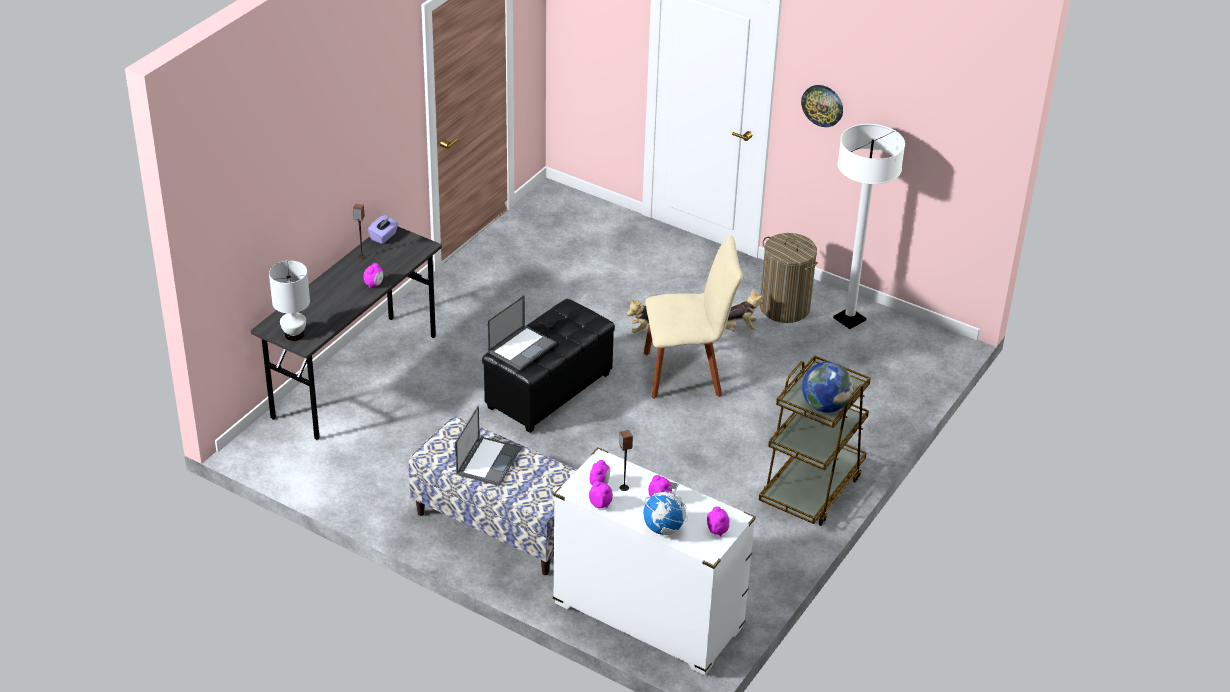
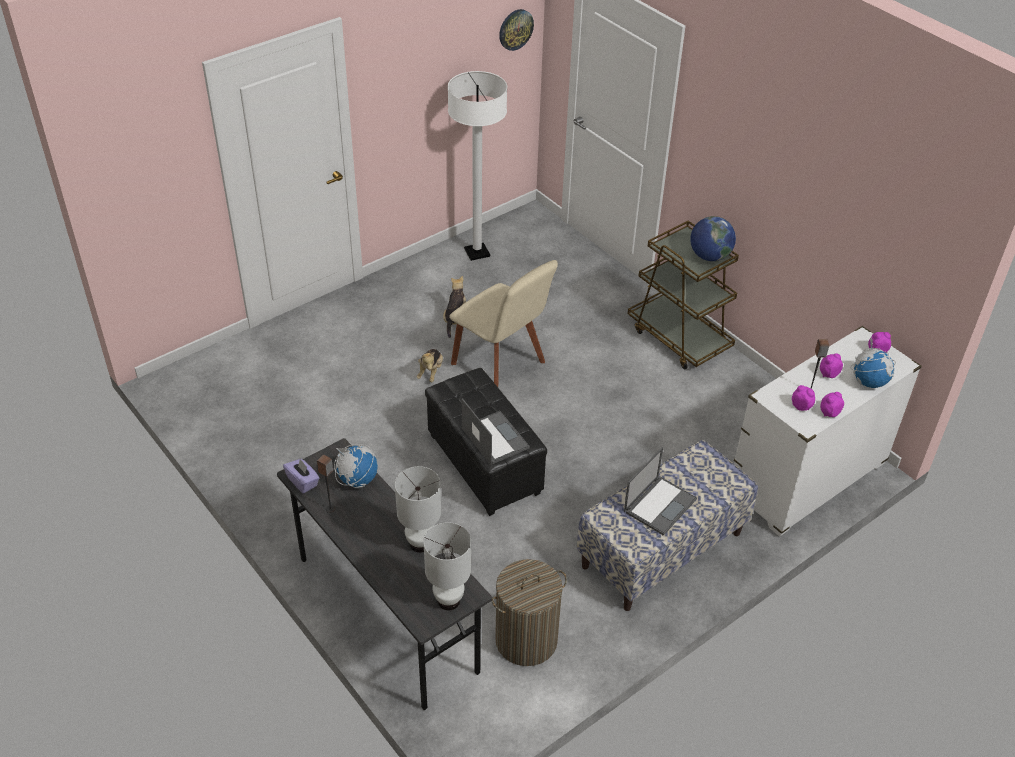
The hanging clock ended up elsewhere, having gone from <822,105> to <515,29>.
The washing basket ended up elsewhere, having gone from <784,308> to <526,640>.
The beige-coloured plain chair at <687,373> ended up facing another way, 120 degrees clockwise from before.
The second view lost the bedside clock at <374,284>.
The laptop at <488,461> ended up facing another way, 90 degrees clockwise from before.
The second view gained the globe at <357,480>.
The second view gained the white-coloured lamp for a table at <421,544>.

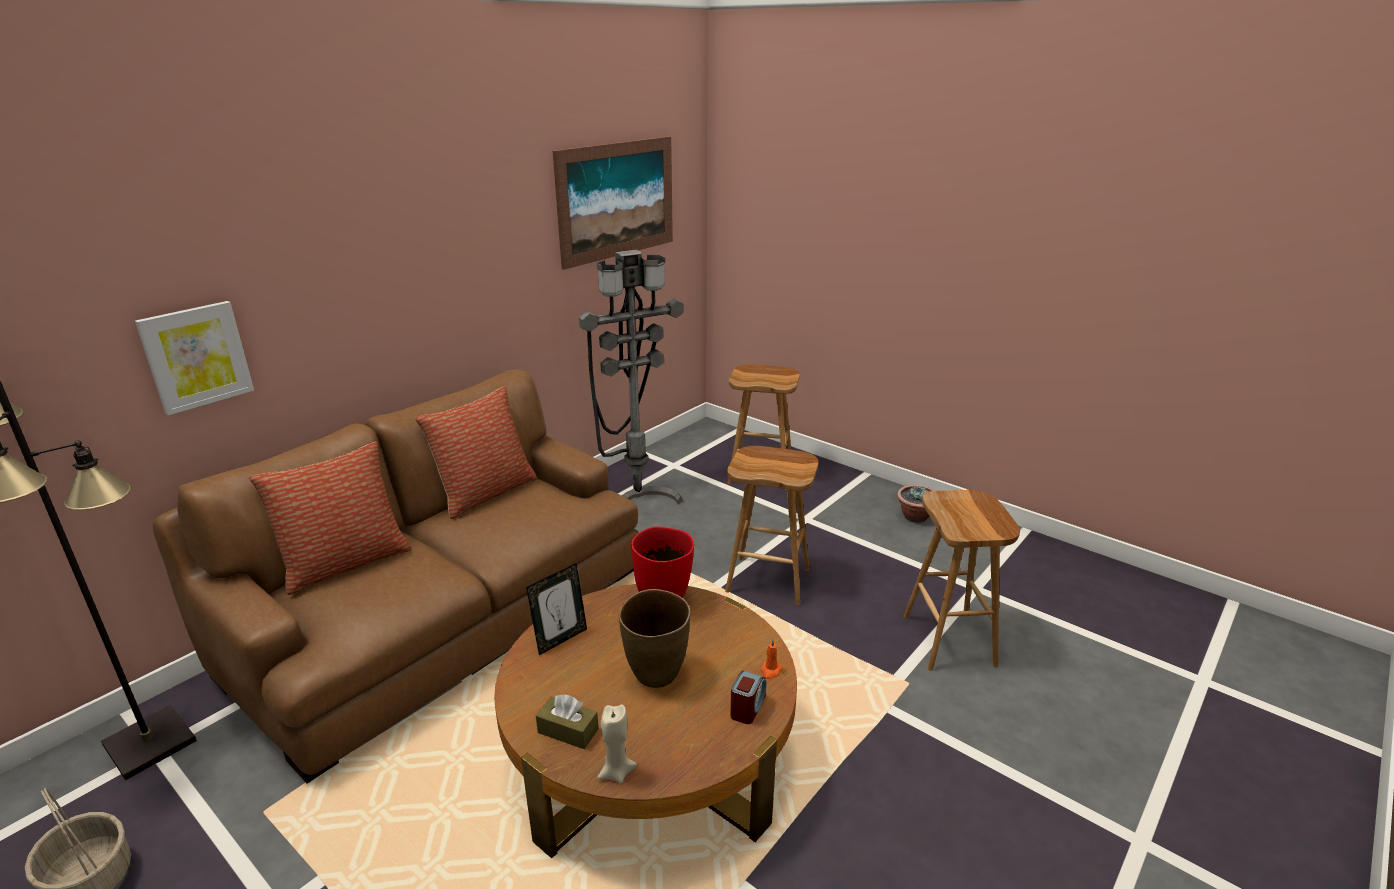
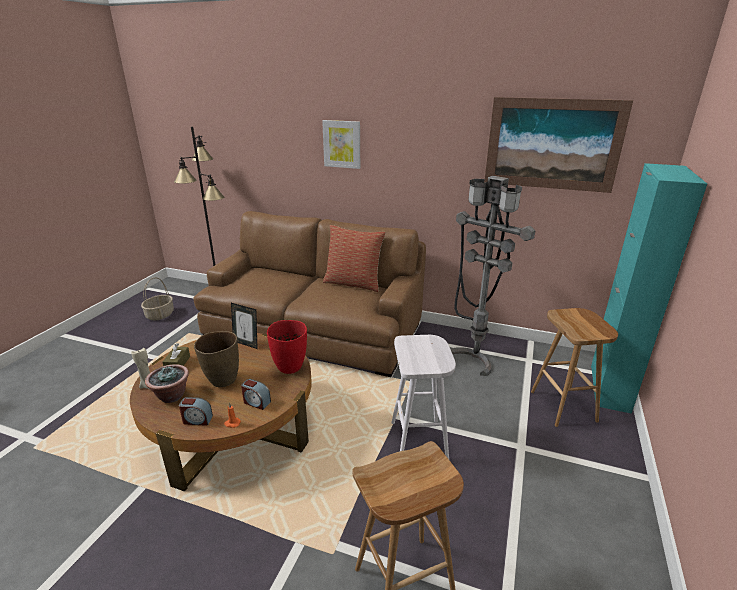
The wall art ended up elsewhere, having gone from <196,356> to <342,144>.
The second view lost the pillow at <345,562>.
What was the brownish stool seat at <769,580> turned into the white-coloured stool seat at <419,442>.
The potted plant ended up elsewhere, having gone from <915,517> to <171,396>.
The second view gained the blue-green cupboard at <609,388>.
The second view gained the bedside clock at <256,402>.

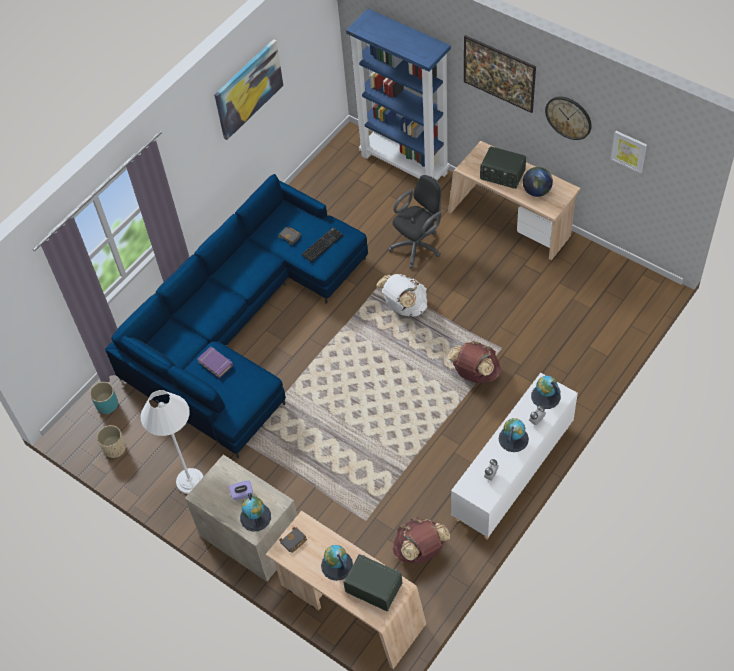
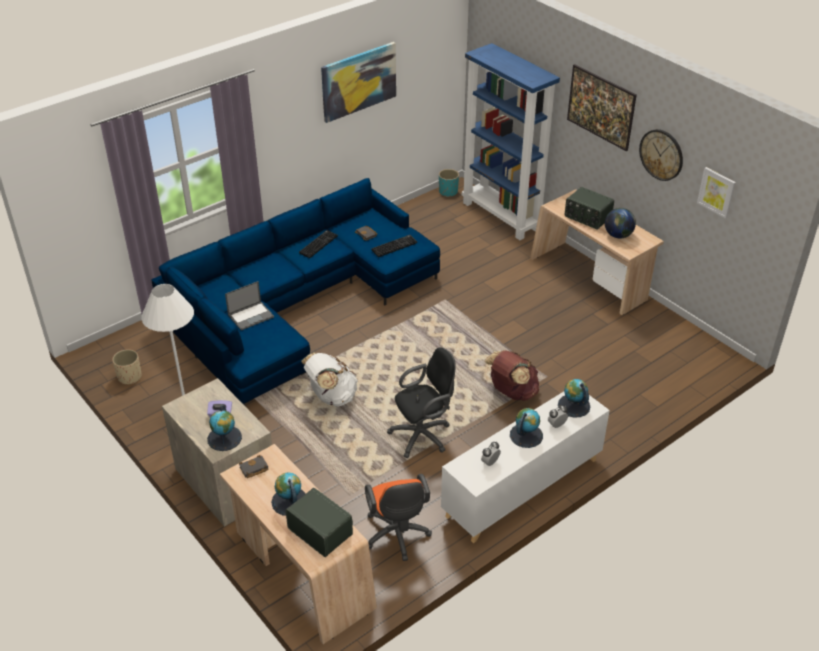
The black office chair ended up elsewhere, having gone from <418,245> to <423,435>.
The white-coloured rucksack ended up elsewhere, having gone from <404,307> to <331,397>.
Where the purple-coloured bound book stood at <215,363>, the laptop came to stand at <251,315>.
The blue-green plant pot ended up elsewhere, having gone from <107,404> to <448,192>.
Where the brownish rucksack stood at <420,550>, the orange office chair came to stand at <397,536>.
The second view gained the keyboard at <318,244>.

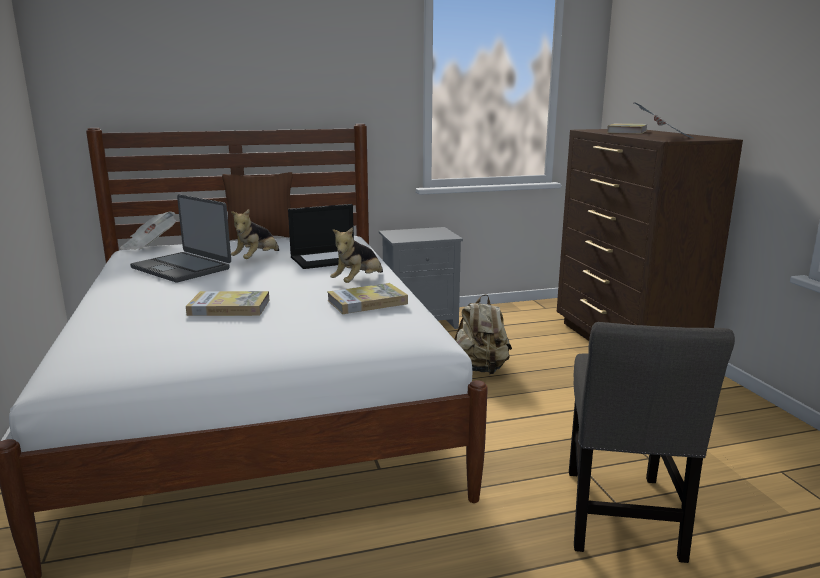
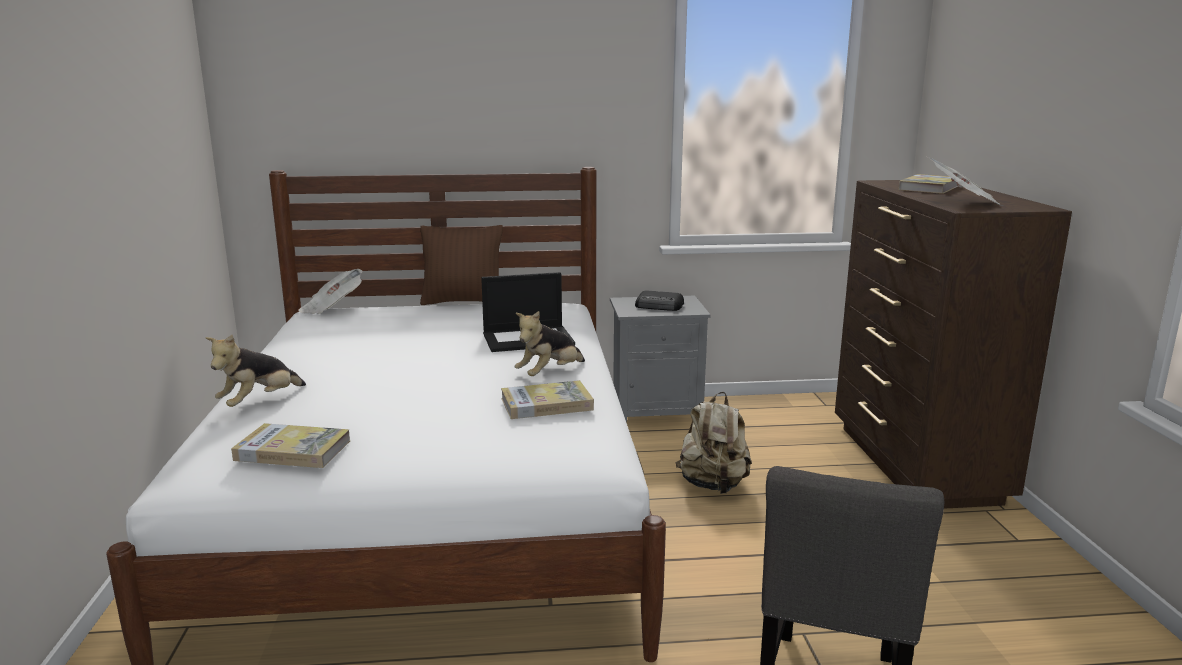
The second view lost the laptop at <182,268>.
The plush toy ended up elsewhere, having gone from <257,259> to <259,402>.
The bound book ended up elsewhere, having gone from <229,307> to <292,450>.
The second view gained the radio receiver at <660,306>.

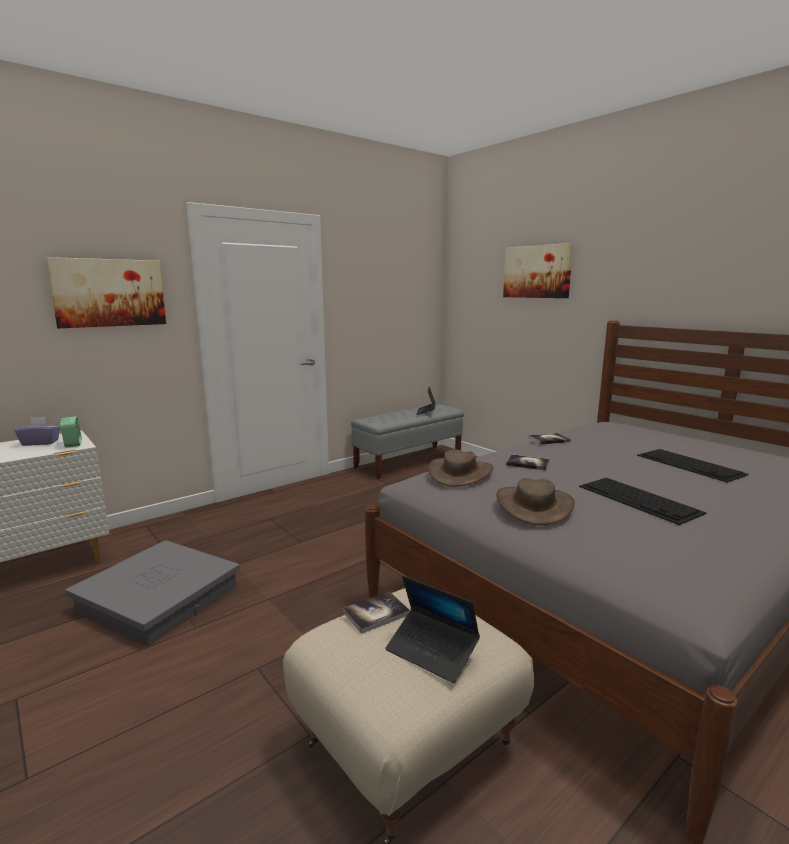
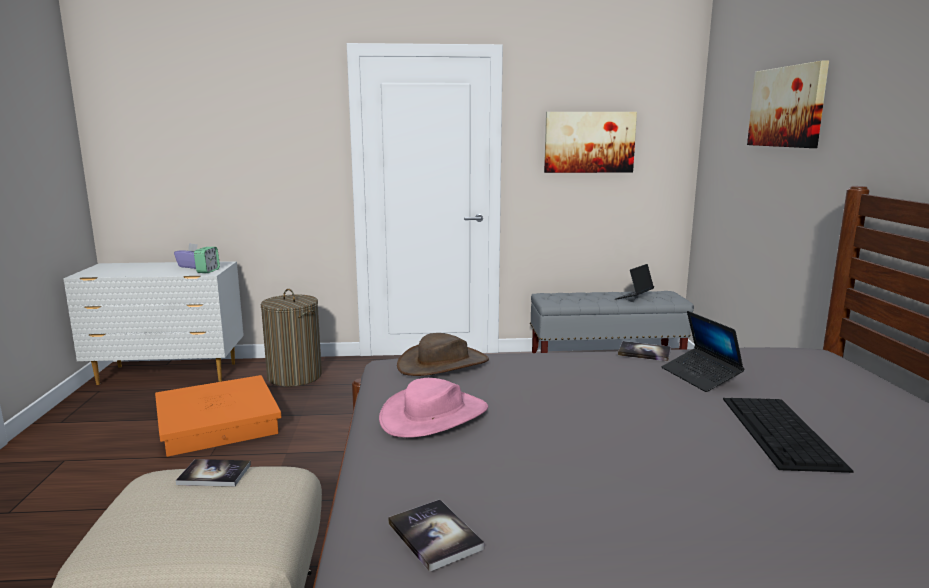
The wall art ended up elsewhere, having gone from <109,293> to <589,142>.
The bound book ended up elsewhere, having gone from <528,463> to <435,536>.
What was the brownish wearable hat at <534,506> turned into the pinkish wearable hat at <434,415>.
The second view lost the keyboard at <640,499>.
What was the greyish storage bin at <159,598> turned into the orange storage bin at <219,423>.
The laptop ended up elsewhere, having gone from <432,651> to <700,376>.
The second view gained the washing basket at <294,376>.

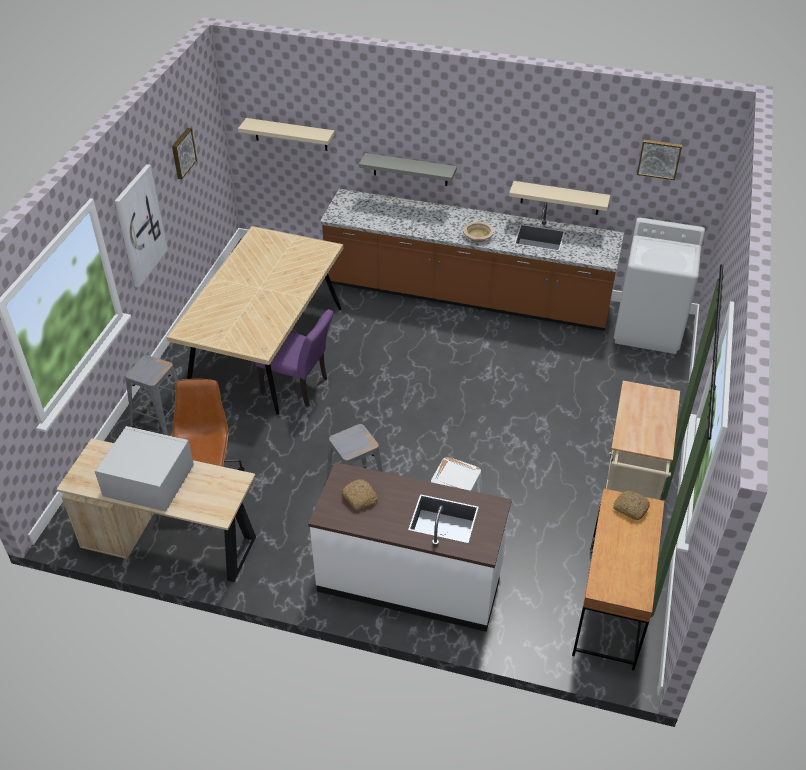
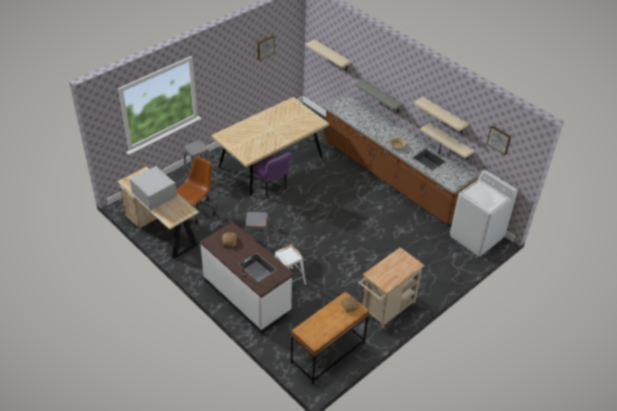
The second view lost the wall art at <139,226>.
The second view gained the beige-coloured shelf at <444,115>.

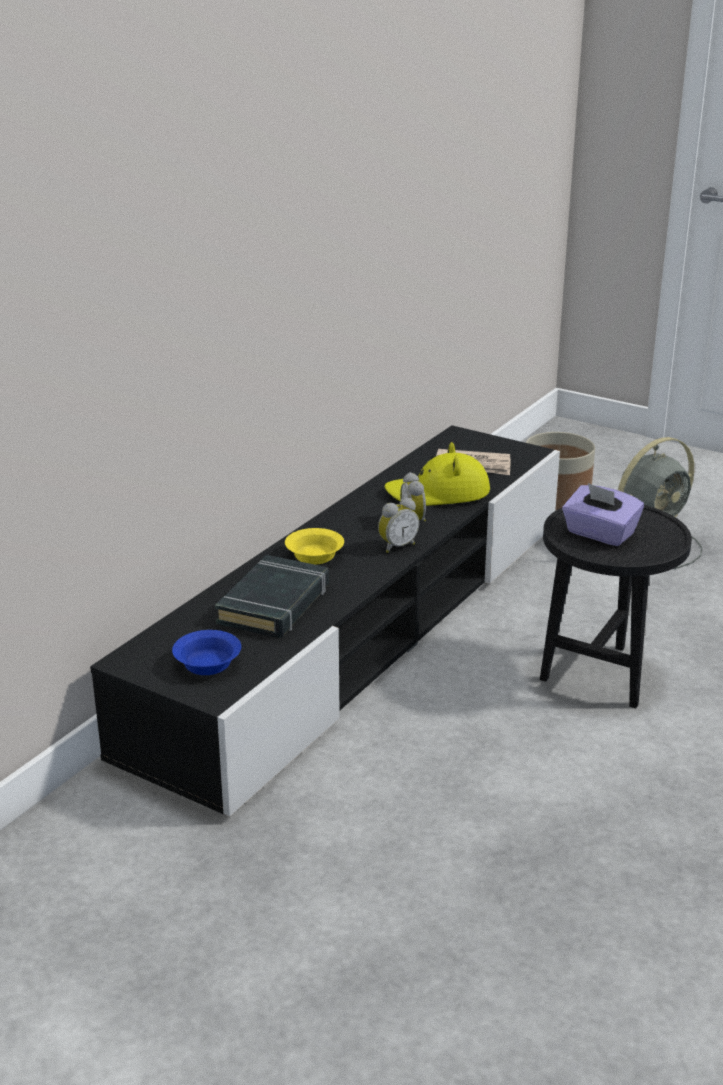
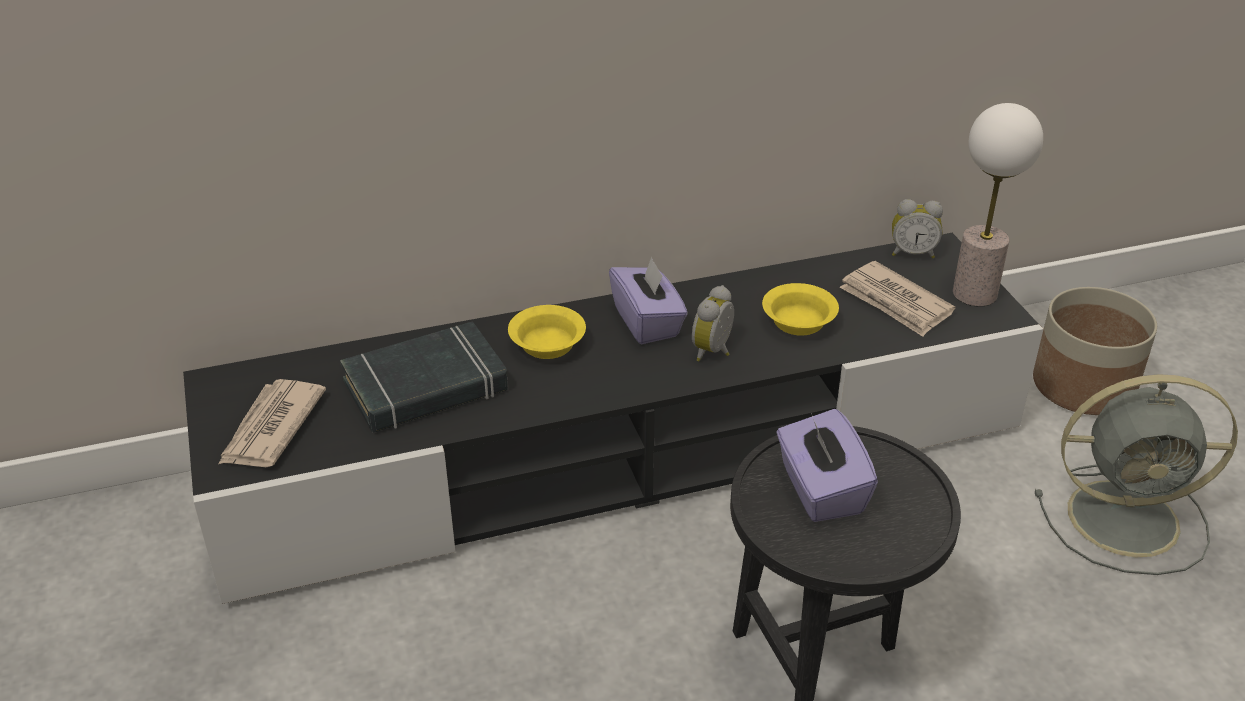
Where the yellow-coloured wearable hat stood at <438,493>, the yellow-coloured deep dish came to stand at <799,323>.
The bedside clock ended up elsewhere, having gone from <396,546> to <912,253>.
Where the blue deep dish stood at <209,665>, the daily paper came to stand at <270,428>.
The second view gained the lamp for a table at <974,293>.
The second view gained the purple-coloured box of tissues at <647,322>.

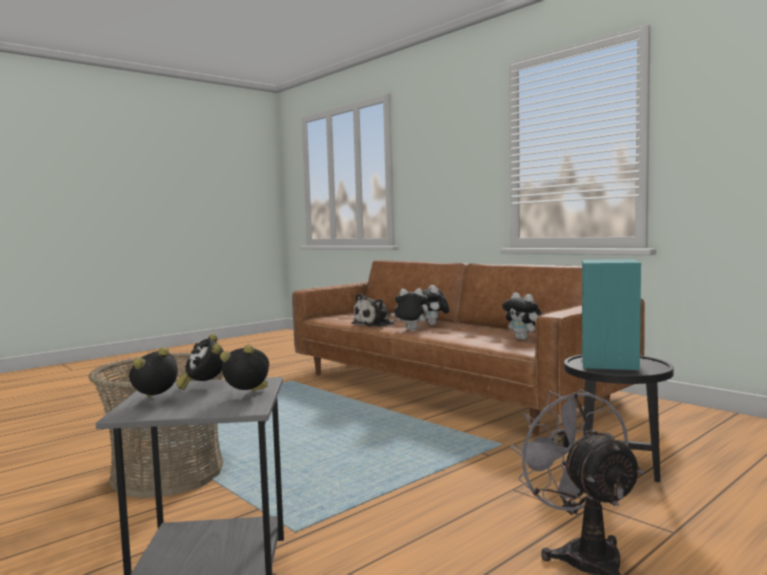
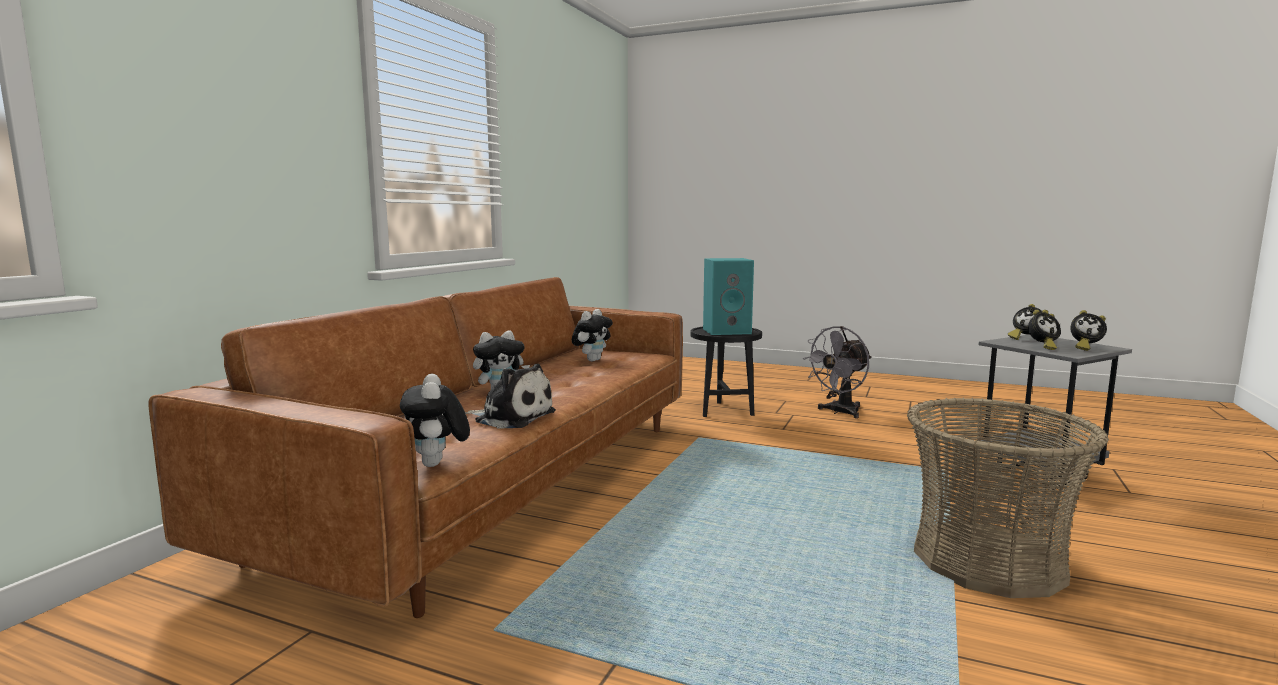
The plush toy ended up elsewhere, having gone from <410,330> to <437,464>.
The bedside clock at <203,387> ended up facing another way, 45 degrees clockwise from before.

